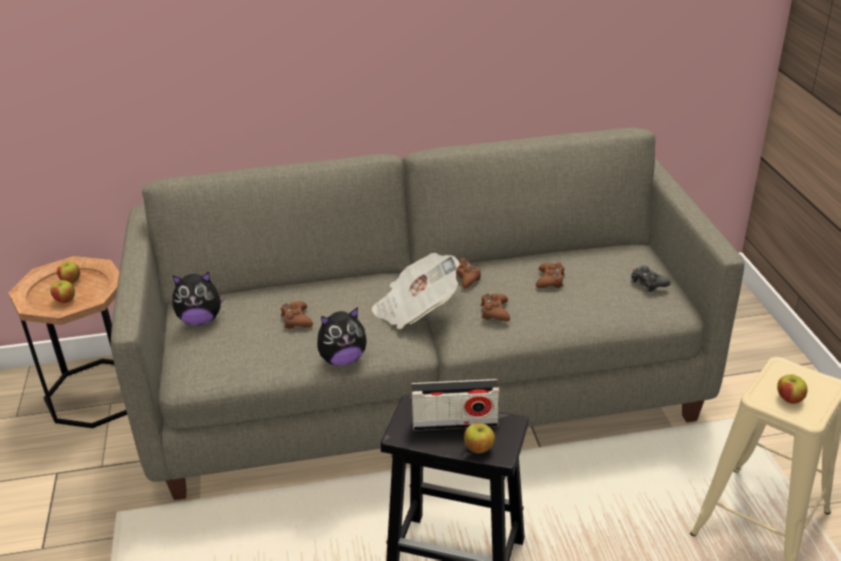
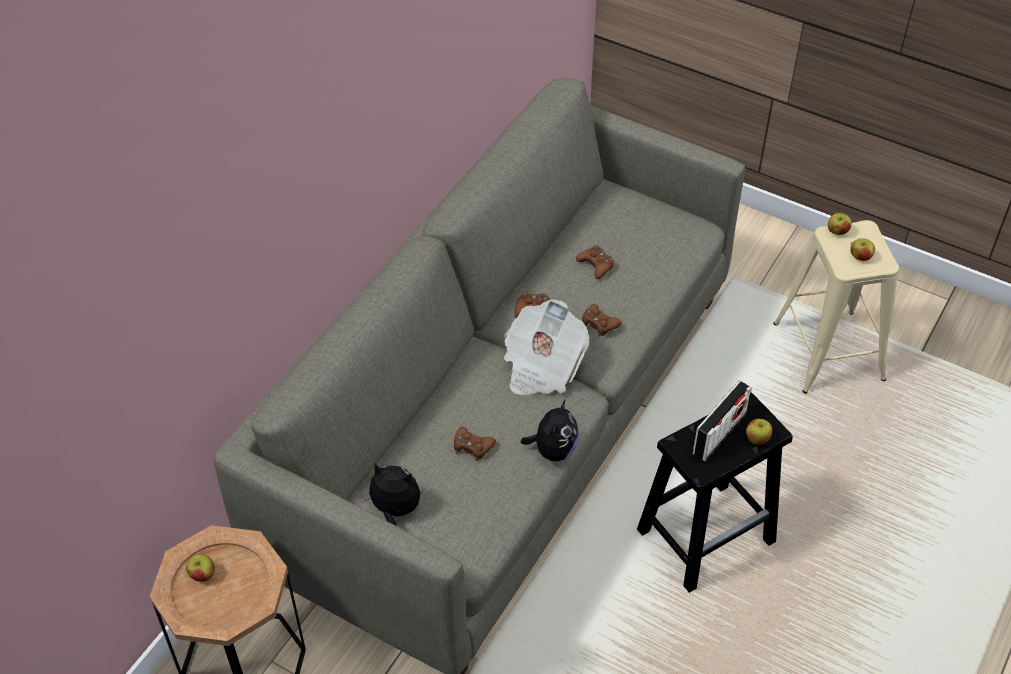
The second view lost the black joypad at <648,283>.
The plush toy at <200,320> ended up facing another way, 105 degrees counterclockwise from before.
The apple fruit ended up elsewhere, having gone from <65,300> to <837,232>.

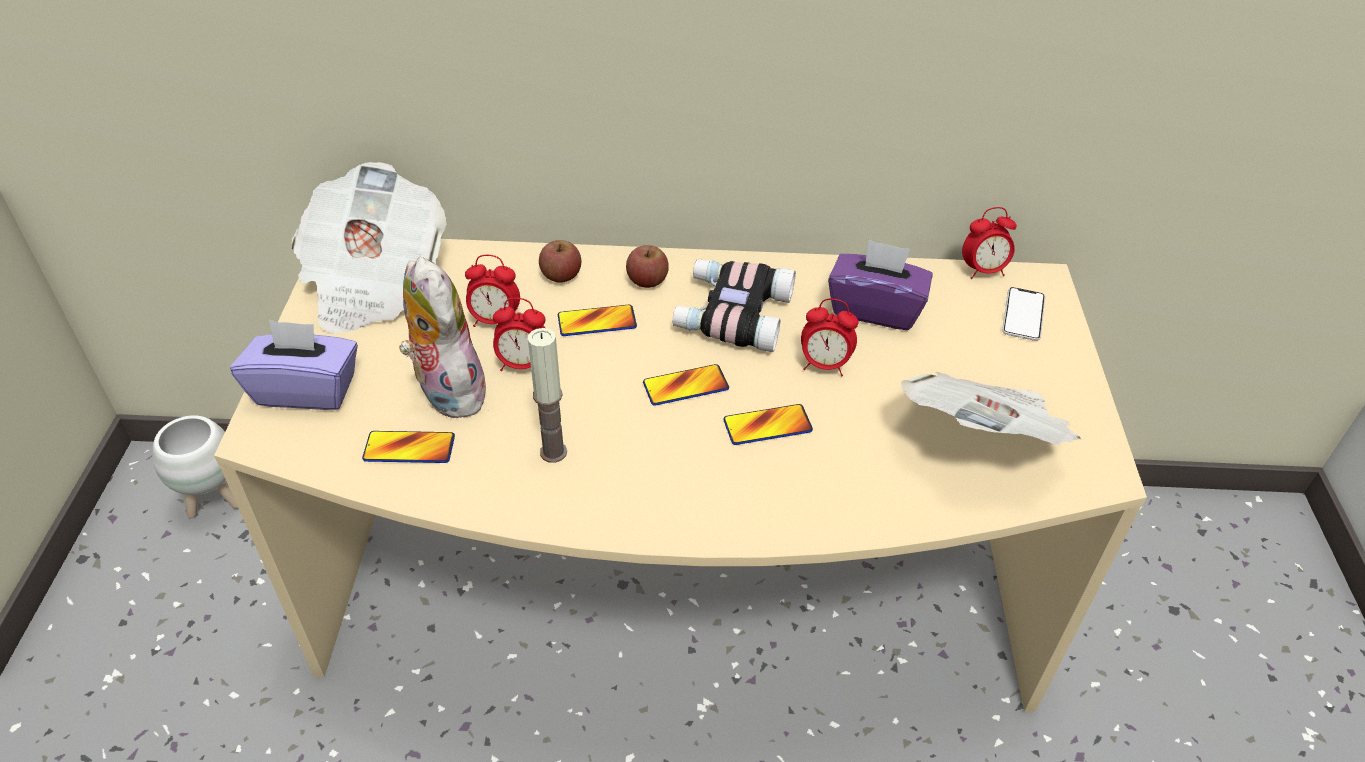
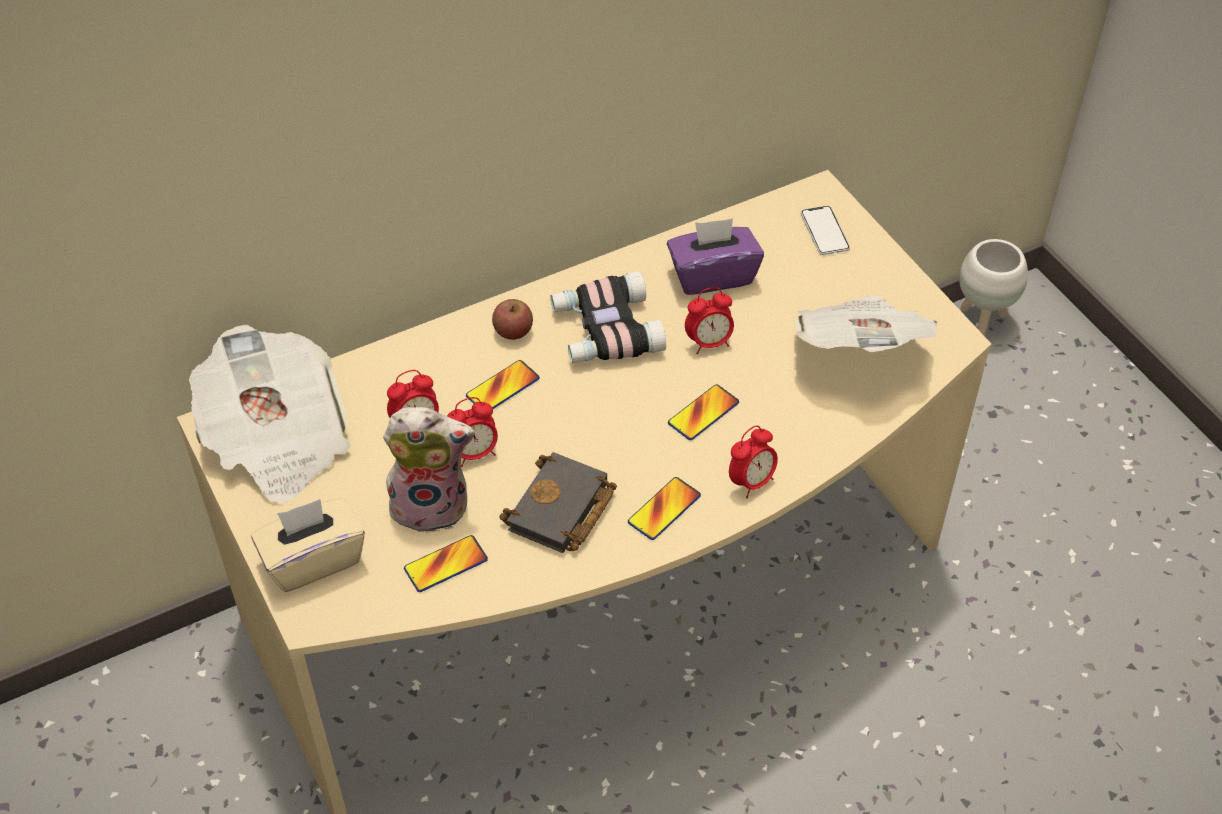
The bedside clock ended up elsewhere, having gone from <983,271> to <751,482>.
The second view lost the apple fruit at <561,275>.
The plush toy at <446,391> ended up facing another way, 150 degrees clockwise from before.
What was the purple-coloured box of tissues at <307,390> turned into the beige-coloured box of tissues at <313,560>.
Where the wax light stood at <553,452>, the black bound book came to stand at <561,512>.
The phone ended up elsewhere, having gone from <685,386> to <664,509>.
The white-coloured plant pot ended up elsewhere, having gone from <216,501> to <982,320>.

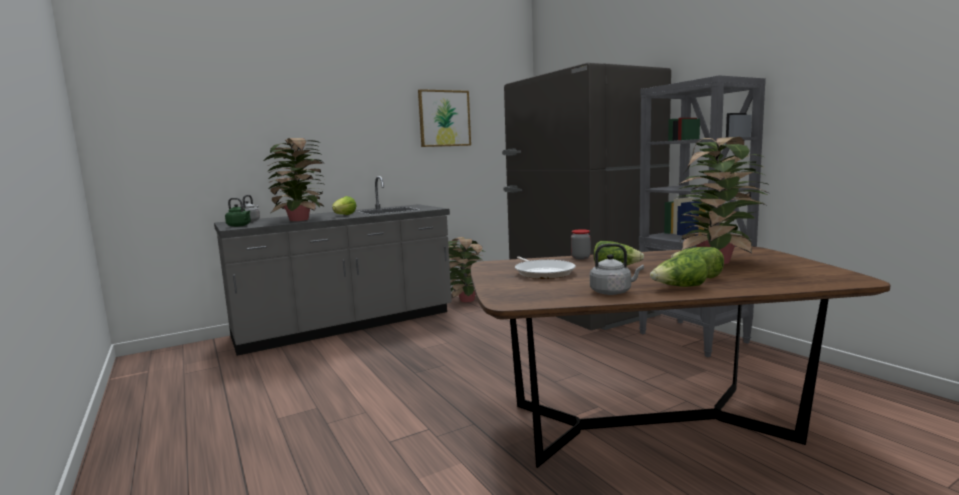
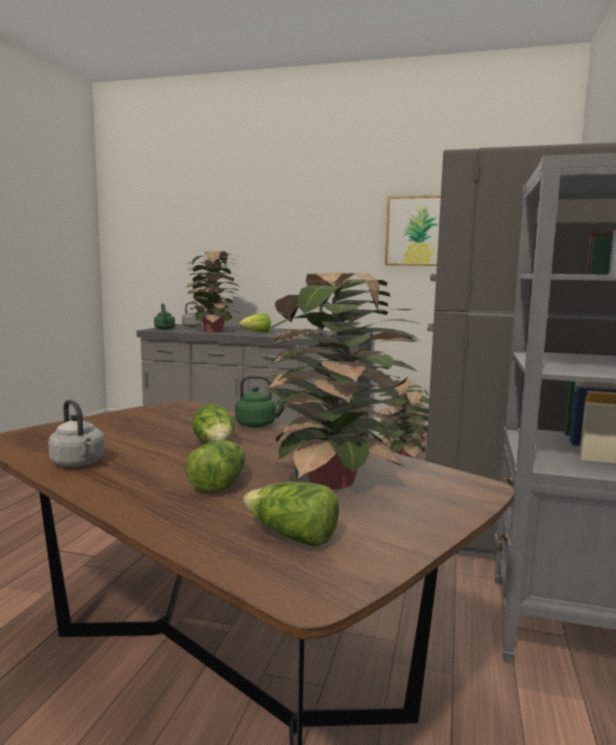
Where the storage jar stood at <580,258>, the green-coloured water kettle came to stand at <258,424>.
The head of lettuce ended up elsewhere, having gone from <679,287> to <292,537>.
The second view lost the pan at <543,272>.

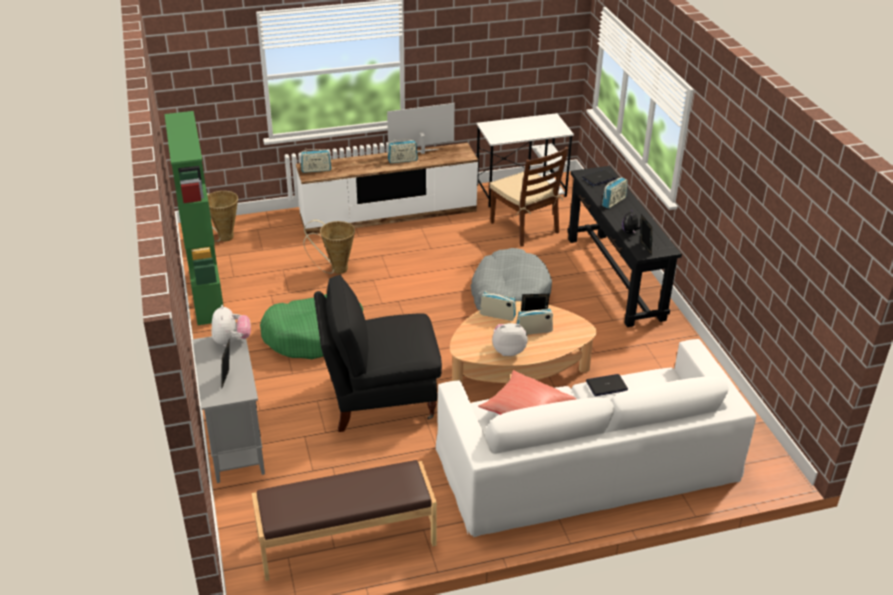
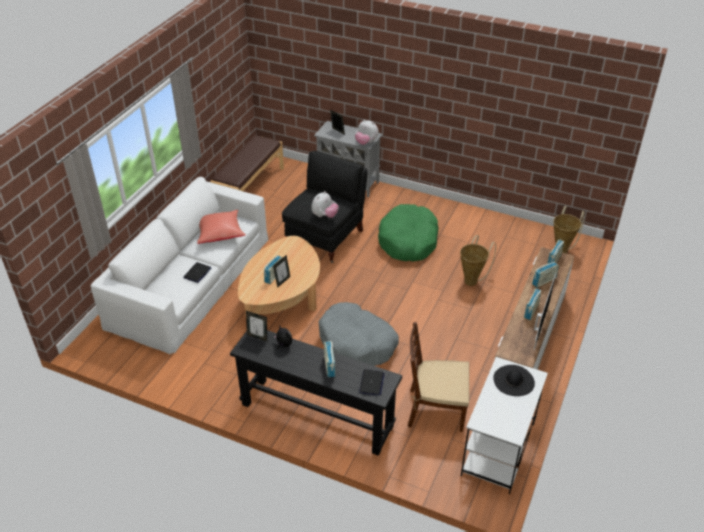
The second view lost the green-coloured bookshelf at <206,294>.
The radio receiver ended up elsewhere, having gone from <497,315> to <544,281>.
The plush toy ended up elsewhere, having gone from <508,350> to <324,216>.
The second view gained the black wearable hat at <513,380>.

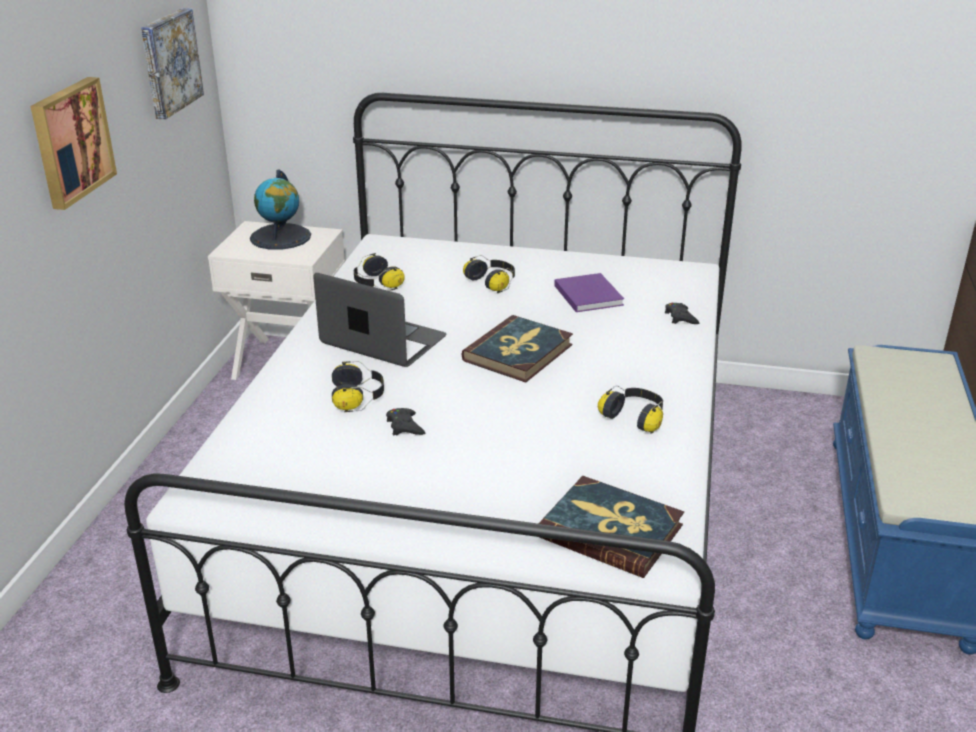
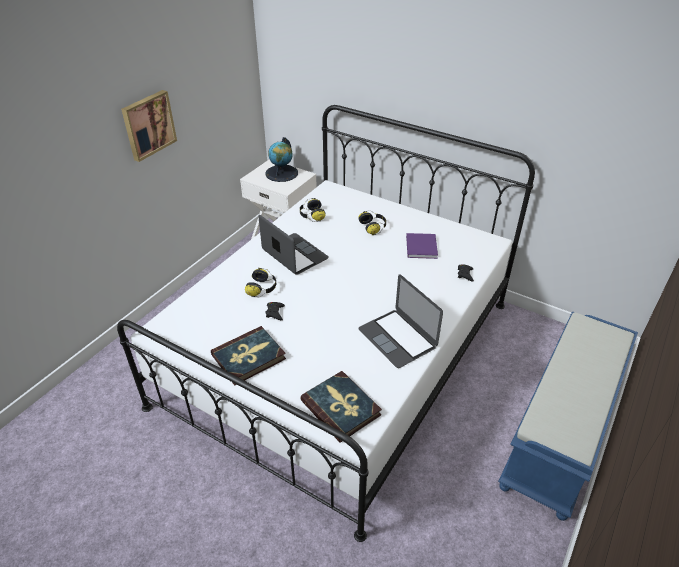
The second view lost the wall art at <169,62>.
The bound book ended up elsewhere, having gone from <518,353> to <249,357>.
Where the headset stood at <635,418>, the laptop came to stand at <397,338>.

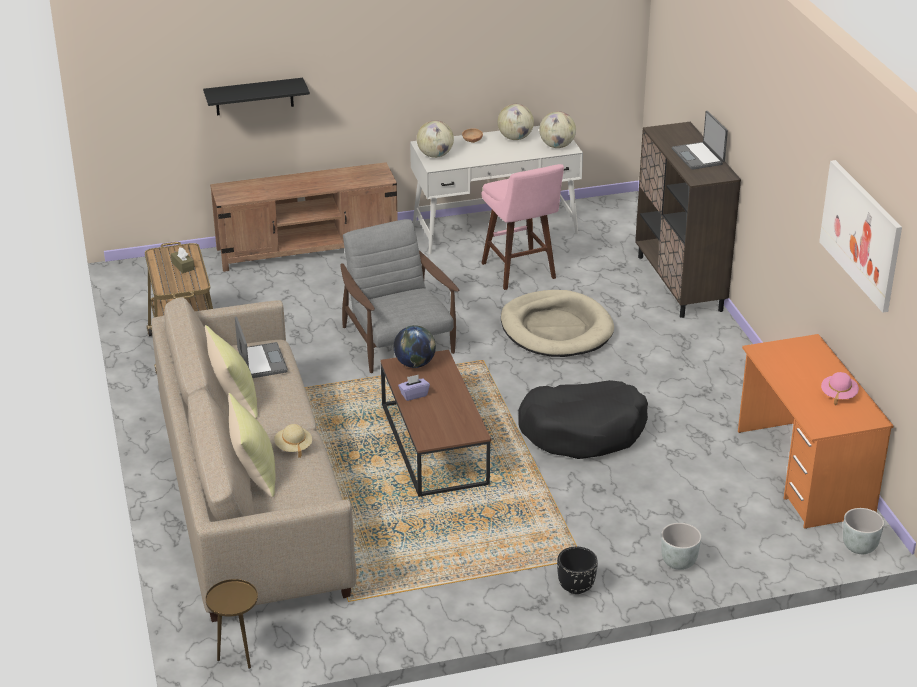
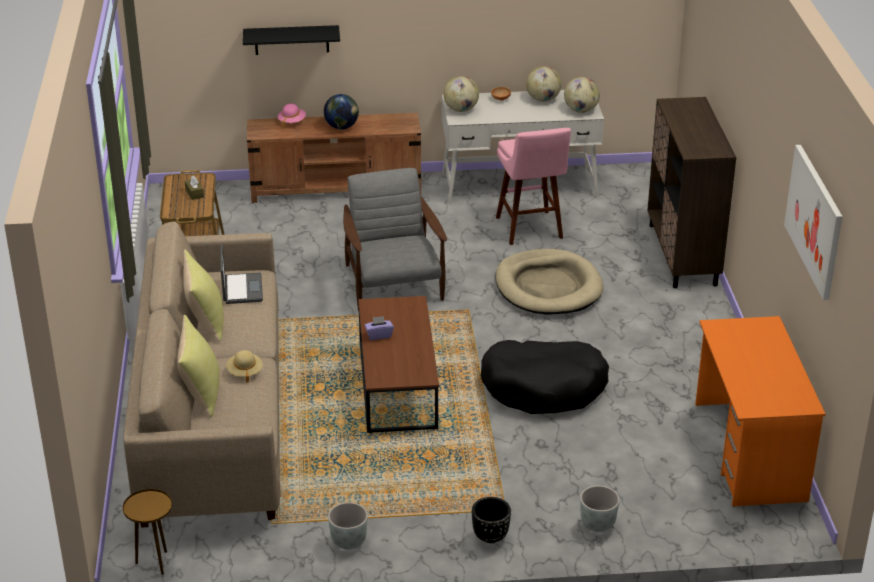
The second view lost the laptop at <698,156>.
The globe ended up elsewhere, having gone from <415,364> to <341,127>.
The pinkish wearable hat ended up elsewhere, having gone from <838,395> to <292,121>.
The greyish plant pot ended up elsewhere, having gone from <859,547> to <348,541>.

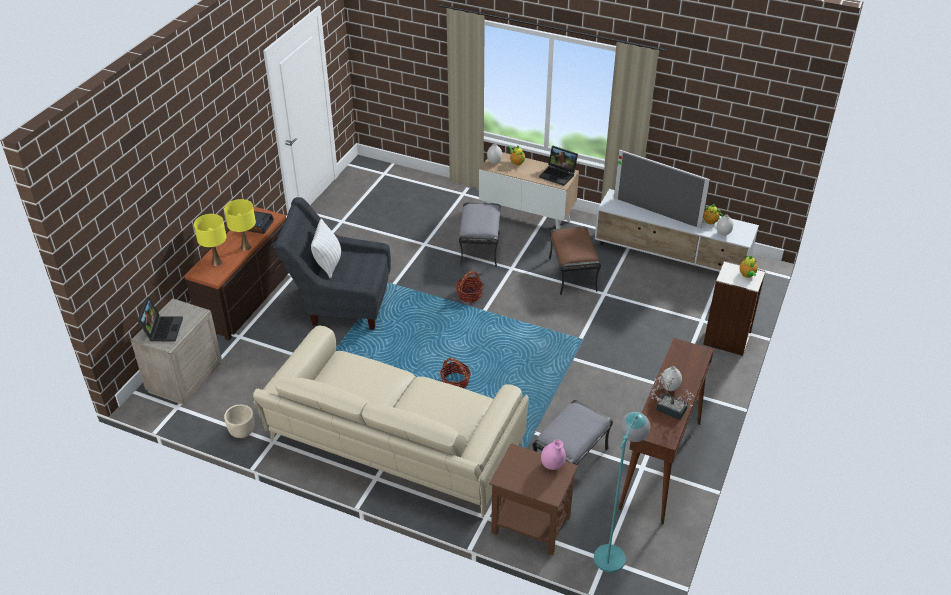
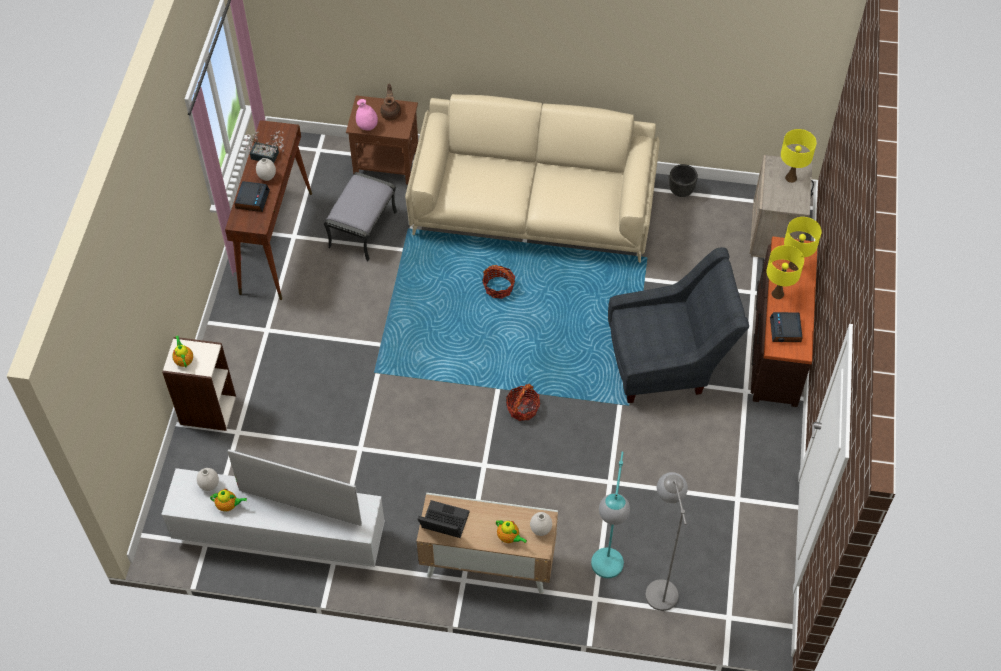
The second view lost the greyish pouffe at <480,249>.
The second view lost the white-coloured pillow at <328,264>.
The second view lost the brownish pouffe at <573,274>.
Where the laptop stood at <162,328>, the yellow-coloured lamp for a table came to stand at <791,178>.
What was the beige-coloured plant pot at <242,432> turned into the black plant pot at <681,190>.
The blue-green floor lamp ended up elsewhere, having gone from <613,550> to <606,574>.
The second view gained the brownish pot for tea at <391,113>.
The second view gained the bedside clock at <252,199>.
The second view gained the greyish floor lamp at <659,584>.

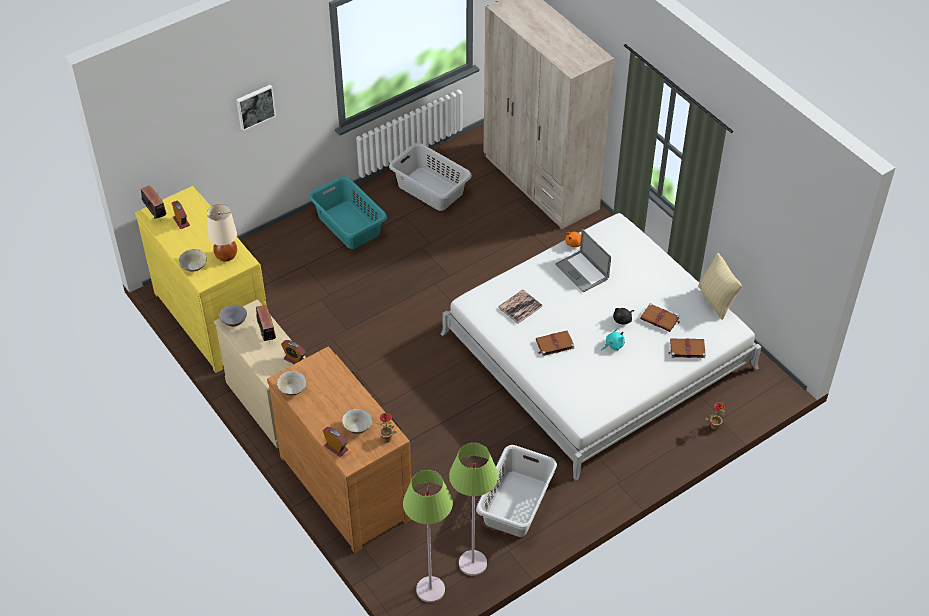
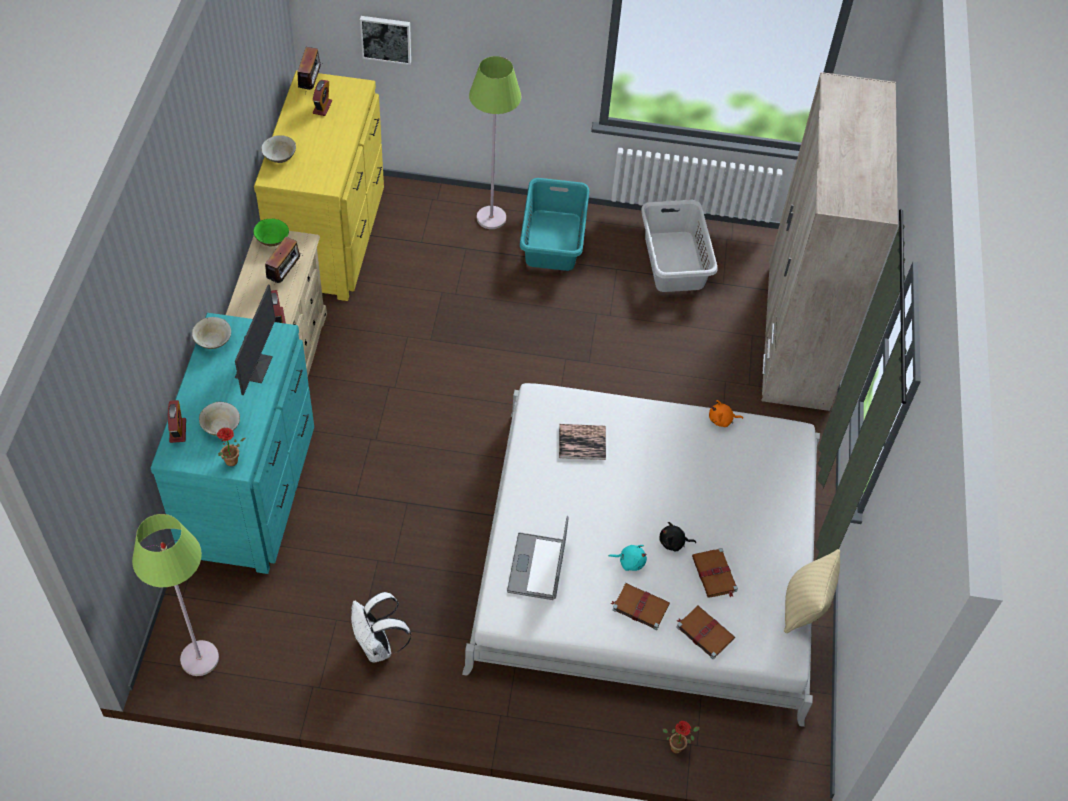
The wall art ended up elsewhere, having gone from <255,106> to <386,38>.
The second view lost the beige-coloured lamp for a table at <226,255>.
The laptop ended up elsewhere, having gone from <582,271> to <536,566>.
What was the greyish deep dish at <234,321> turned into the green-coloured deep dish at <272,240>.
The brownish bound book ended up elsewhere, having gone from <554,344> to <639,606>.
What was the brownish dresser at <347,485> turned into the blue-green dresser at <252,490>.
The green-coloured floor lamp ended up elsewhere, having gone from <472,563> to <491,218>.
Where the greyish washing basket stood at <516,503>, the white-coloured rucksack came to stand at <378,646>.
The second view gained the computer screen at <255,367>.

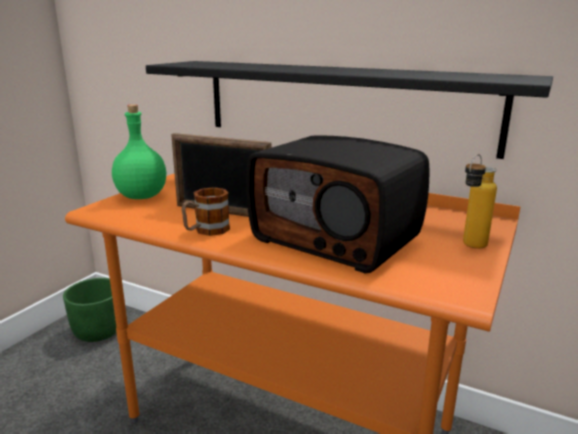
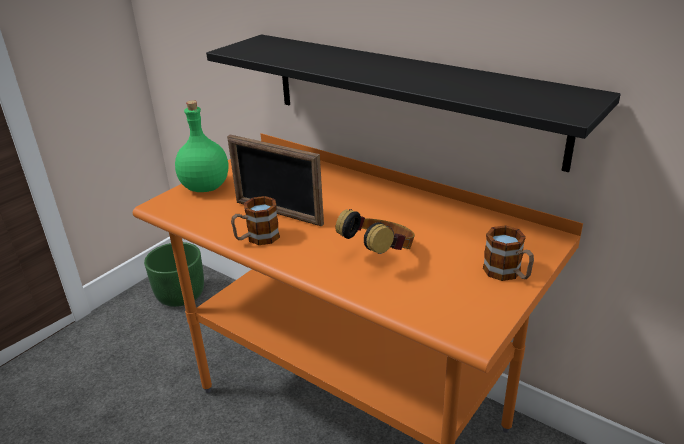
Where the radio receiver stood at <337,238>, the headset came to stand at <379,255>.
Where the bottle stood at <469,247>, the mug came to stand at <507,274>.

